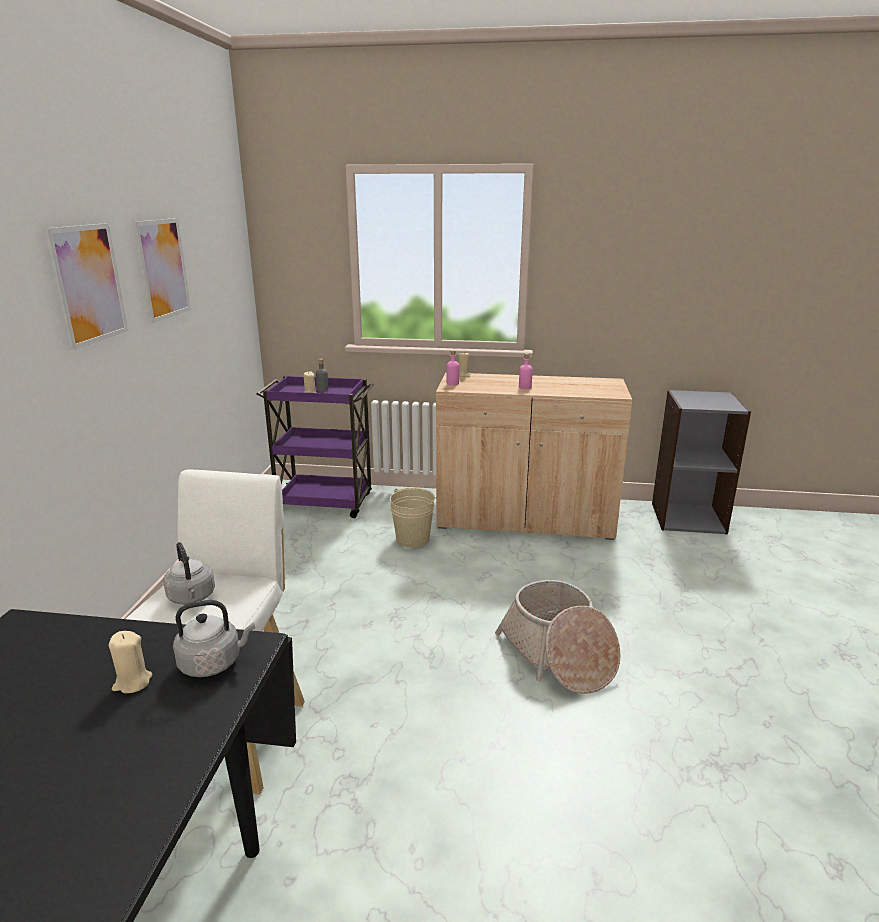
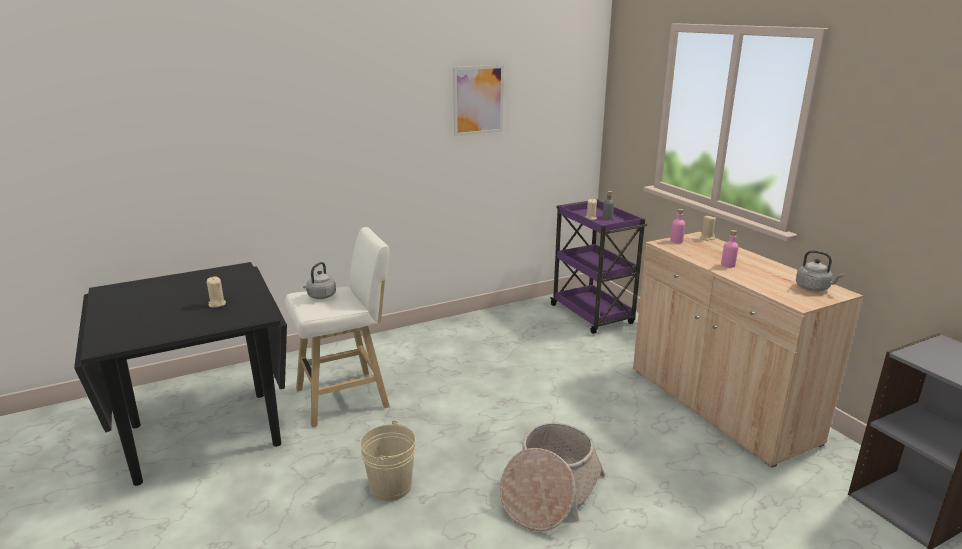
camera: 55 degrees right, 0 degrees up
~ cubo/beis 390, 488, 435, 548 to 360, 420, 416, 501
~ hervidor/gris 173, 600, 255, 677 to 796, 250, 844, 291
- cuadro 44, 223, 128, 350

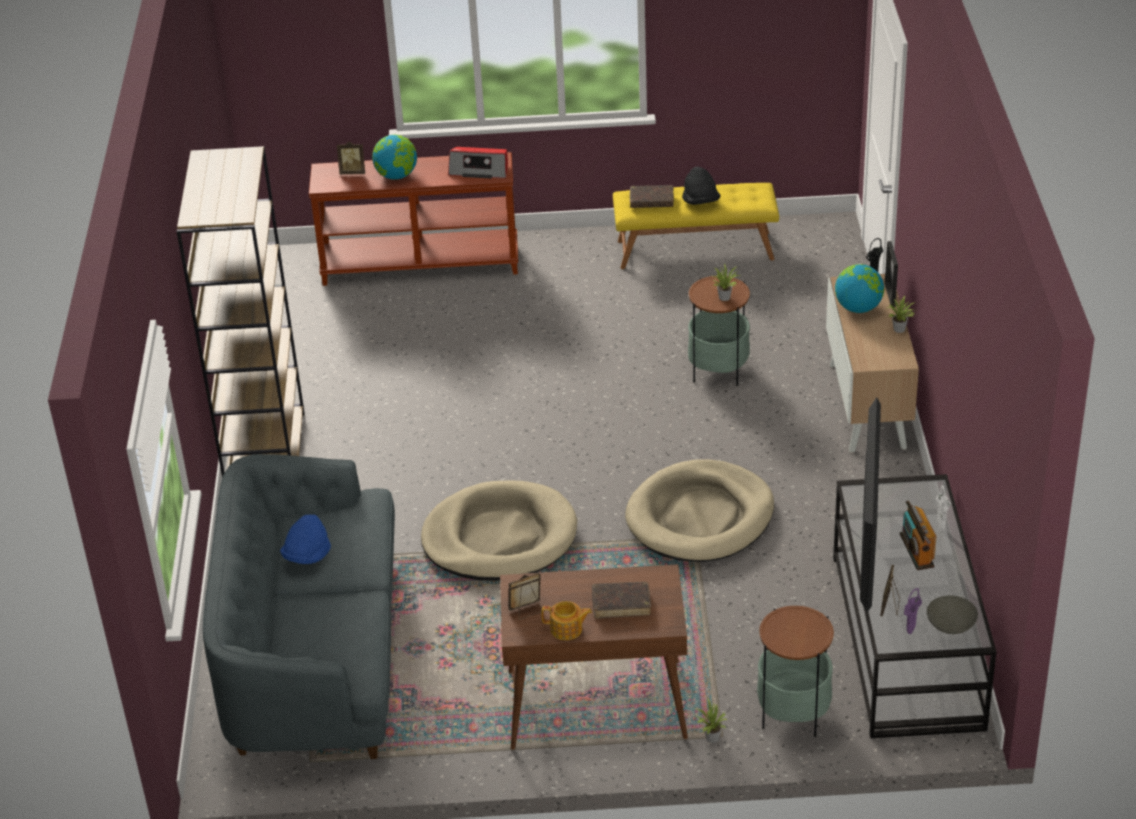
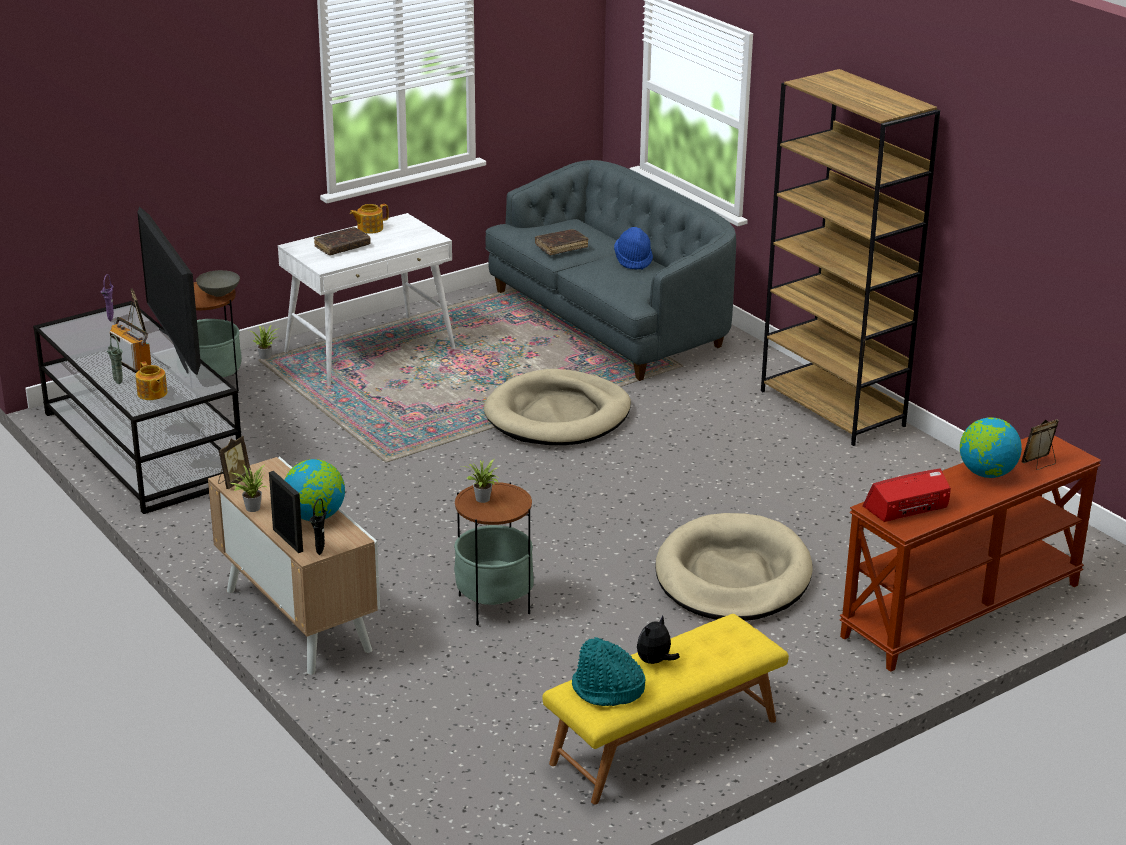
camera: 145 degrees right, 10 degrees down
~ florero/blanco 936, 485, 951, 531 to florero/verde 107, 335, 123, 384
+ tetera 135, 361, 167, 400
~ cuenco/gris 927, 595, 978, 634 to 196, 270, 240, 297
~ portarretratos 508, 573, 542, 620 to 218, 436, 251, 489
~ escritorio/marrón 500, 564, 688, 750 to escritorio/blanco 278, 213, 455, 386
~ libro/marrón 630, 185, 674, 208 to 535, 229, 588, 255
+ sombrero/turquesa 572, 637, 646, 706
~ sombrero/negro 682, 167, 721, 205 to peluche 637, 615, 680, 664
~ cama para perro/beis 625, 459, 774, 562 to 655, 513, 813, 621

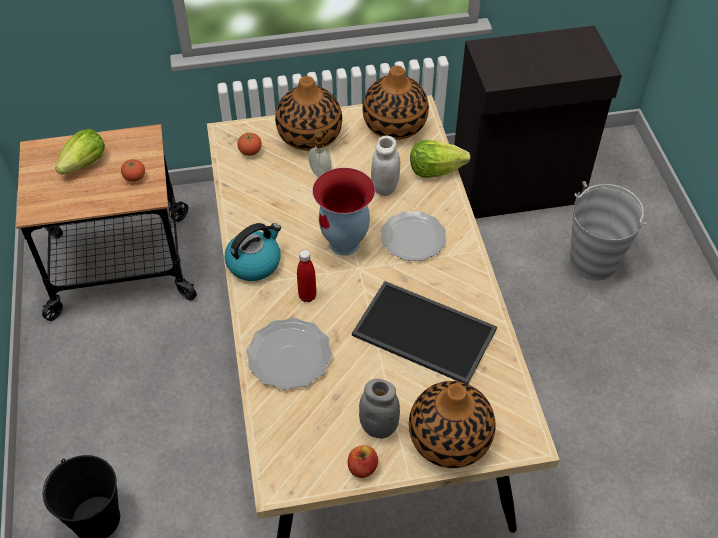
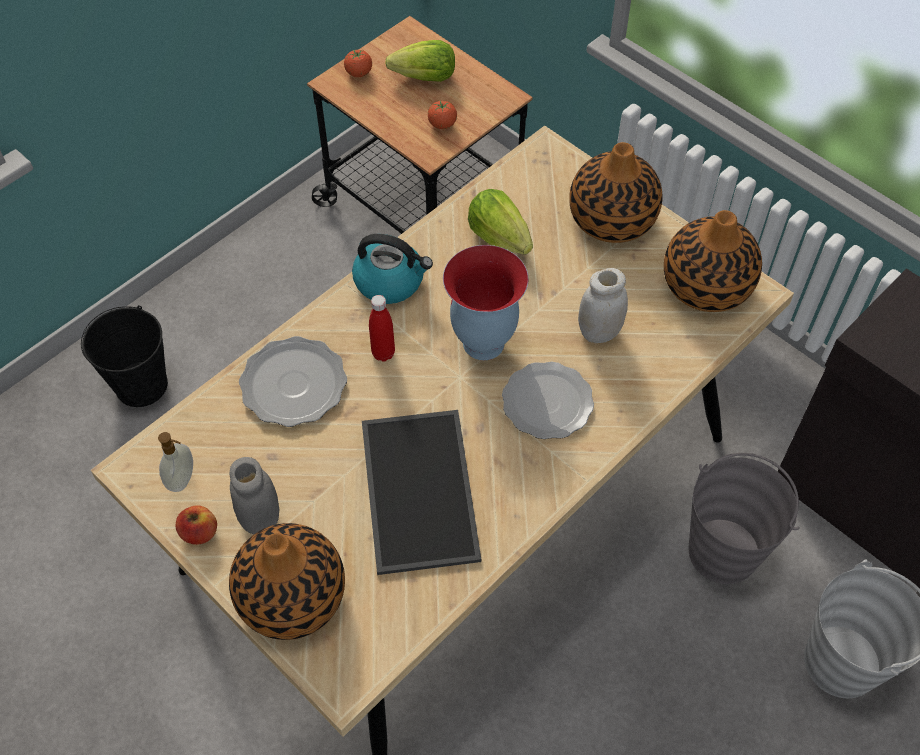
camera: 55 degrees right, 5 degrees up
~ dispensador de jabón 308, 132, 332, 177 to 158, 432, 193, 492
~ tomate 237, 133, 262, 156 to 344, 50, 372, 77
~ lechuga 410, 140, 471, 178 to 468, 189, 533, 255
+ cubo/gris 689, 453, 800, 584

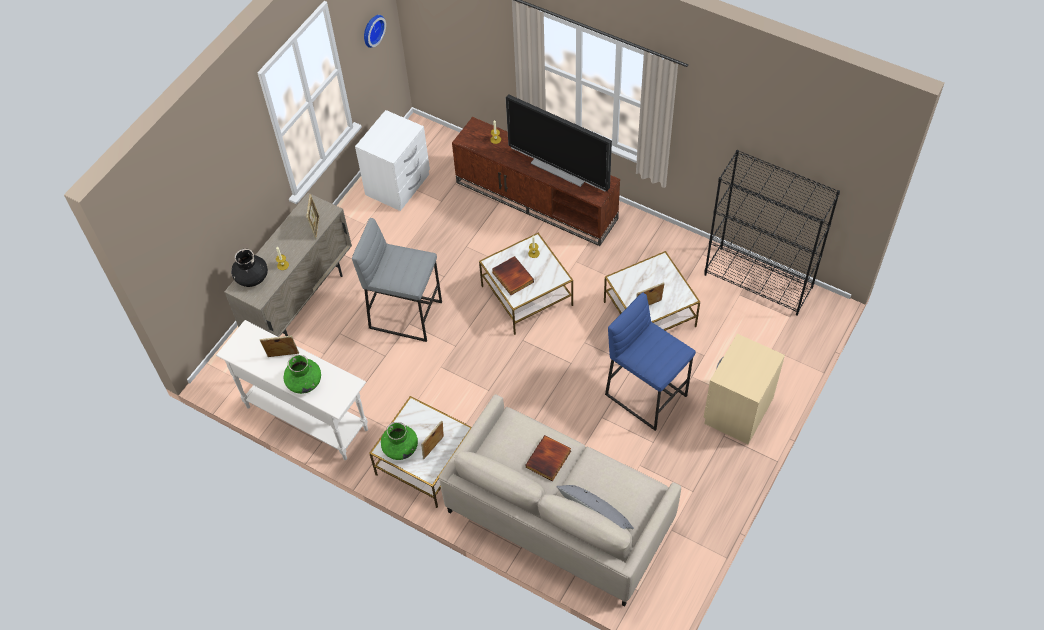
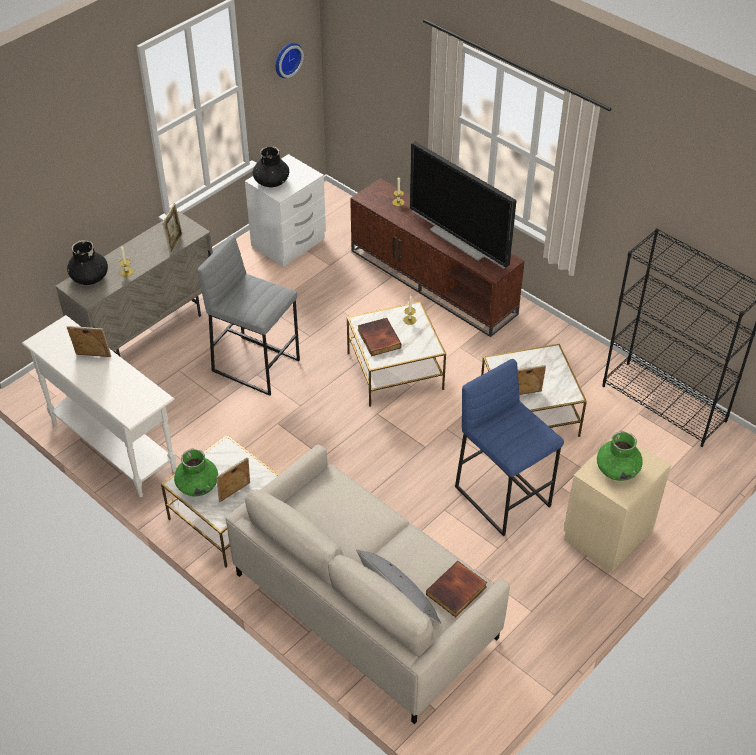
camera: 10 degrees right, 10 degrees down
+ florero/negro 253, 146, 289, 188
~ libro 526, 435, 571, 481 to 426, 561, 487, 618
~ florero/verde 284, 354, 321, 394 to 597, 431, 643, 481

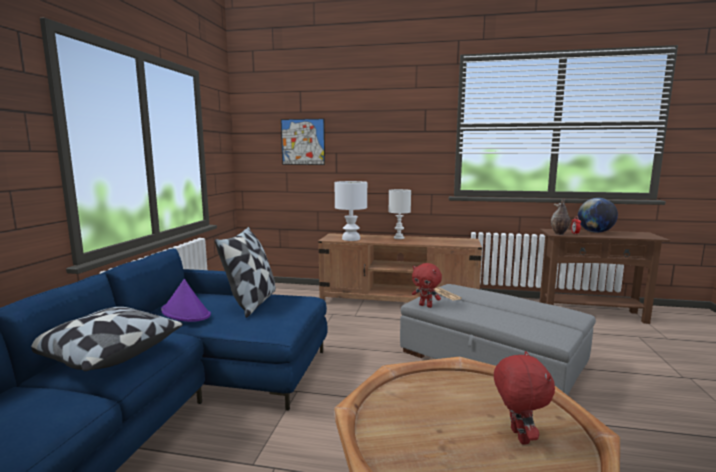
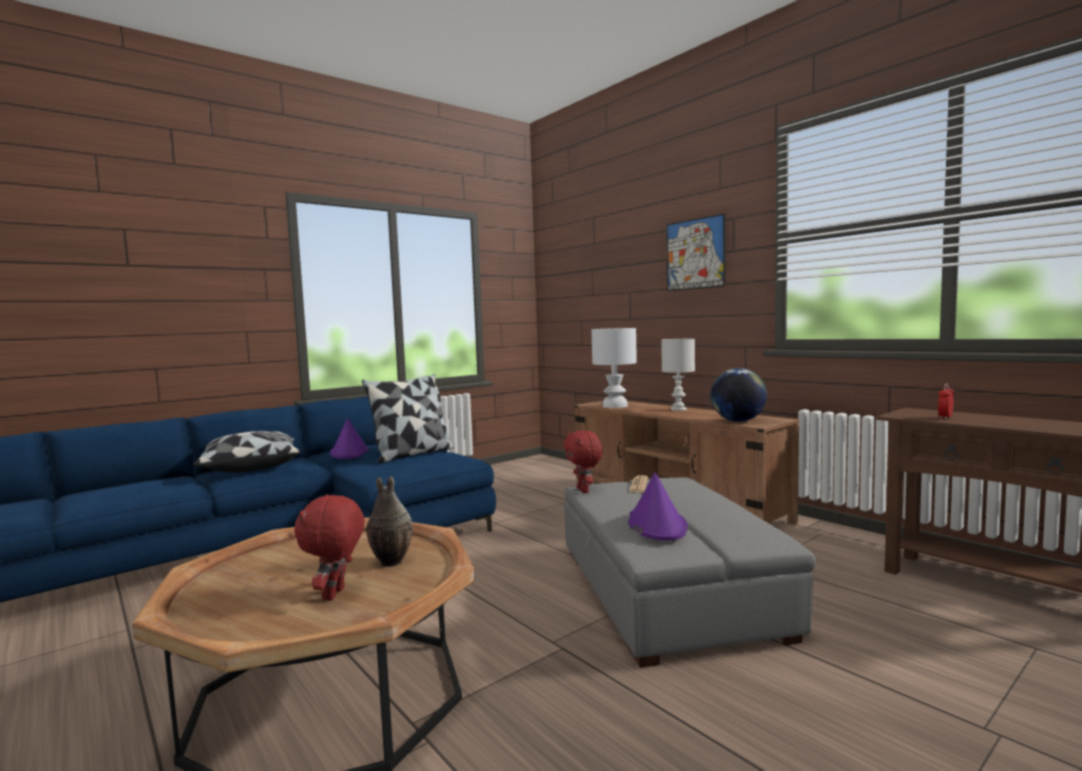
camera: 40 degrees right, 5 degrees down
~ peluche/rojo 494, 351, 555, 445 = 294, 494, 365, 601 150 degrees clockwise
~ florero 551, 199, 570, 235 to 366, 476, 413, 567
+ sombrero/morado 628, 472, 688, 541
~ cuadro 281, 119, 325, 165 to 667, 214, 725, 291
~ globo terráqueo 578, 198, 618, 233 to 710, 368, 767, 422

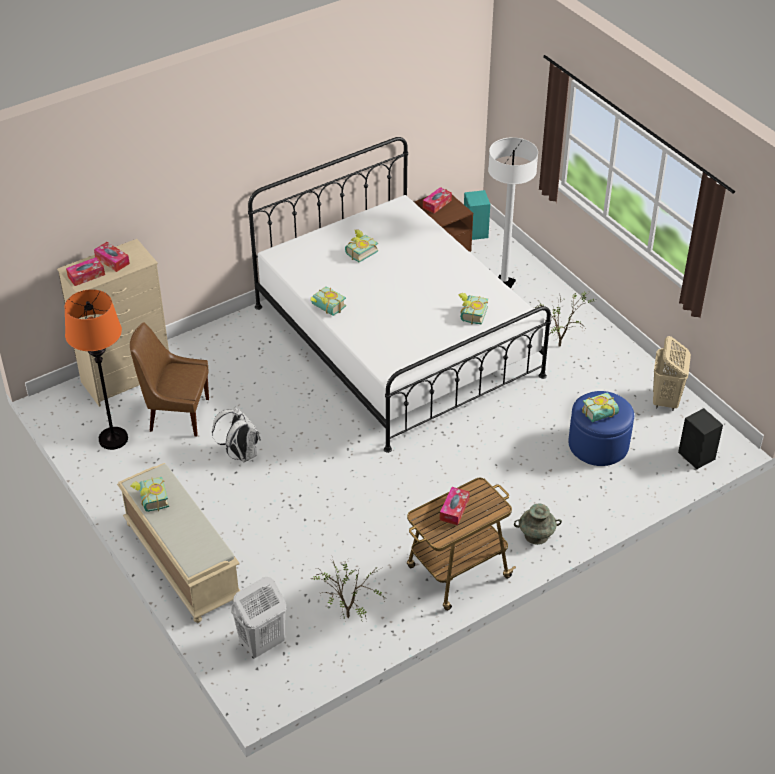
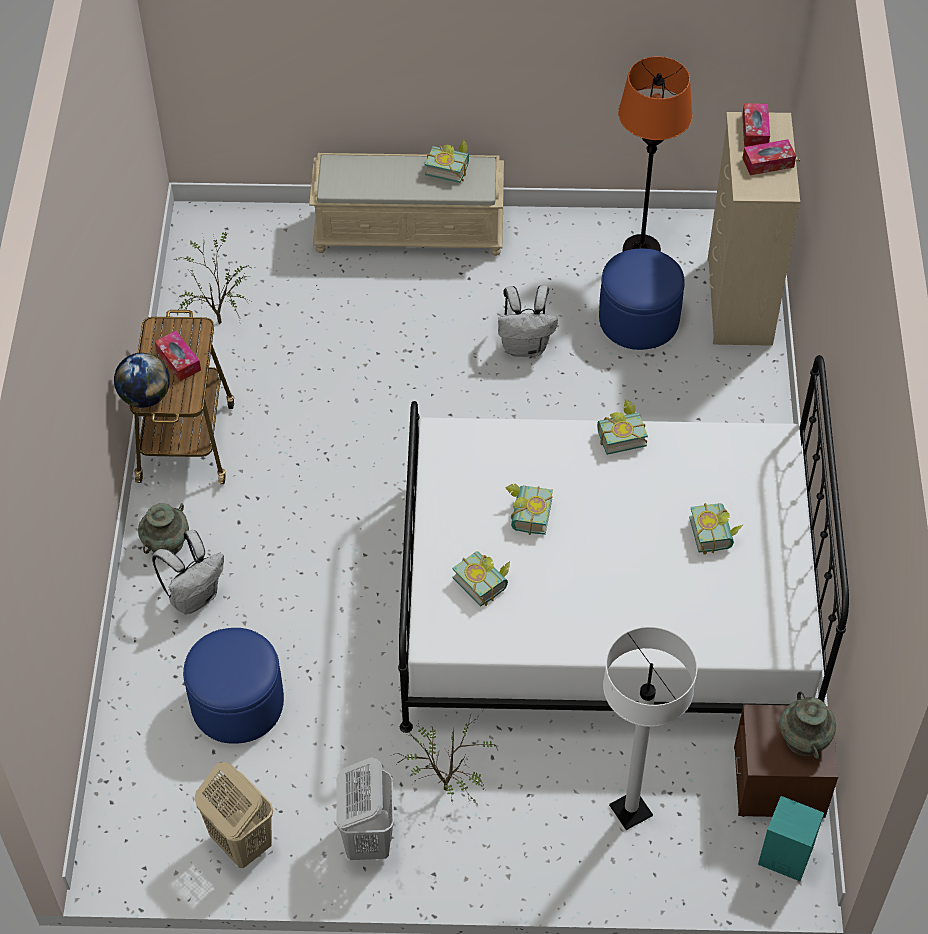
camera: 125 degrees right, 10 degrees up
+ globo terráqueo 114, 353, 170, 408
+ mochila/blanco 152, 530, 224, 614
~ cesto de la ropa/blanco 231, 577, 287, 659 to 336, 757, 394, 860
~ libro 582, 392, 619, 422 to 505, 484, 553, 535
~ silla/marrón 130, 322, 209, 437 to puf/azul 599, 249, 685, 350
~ caja de pañuelos 423, 187, 452, 213 to florero/turquesa 779, 691, 836, 759
- altavoz/negro 678, 408, 723, 469

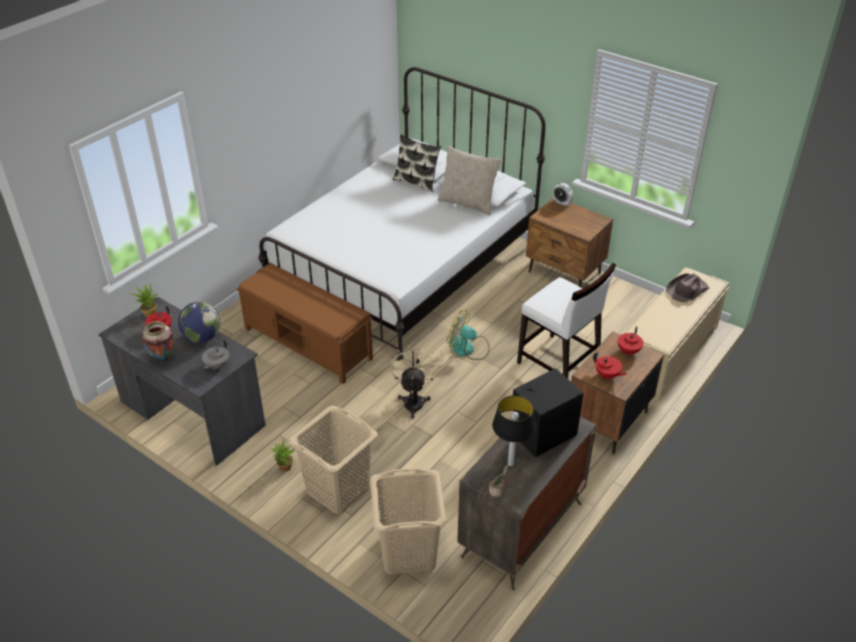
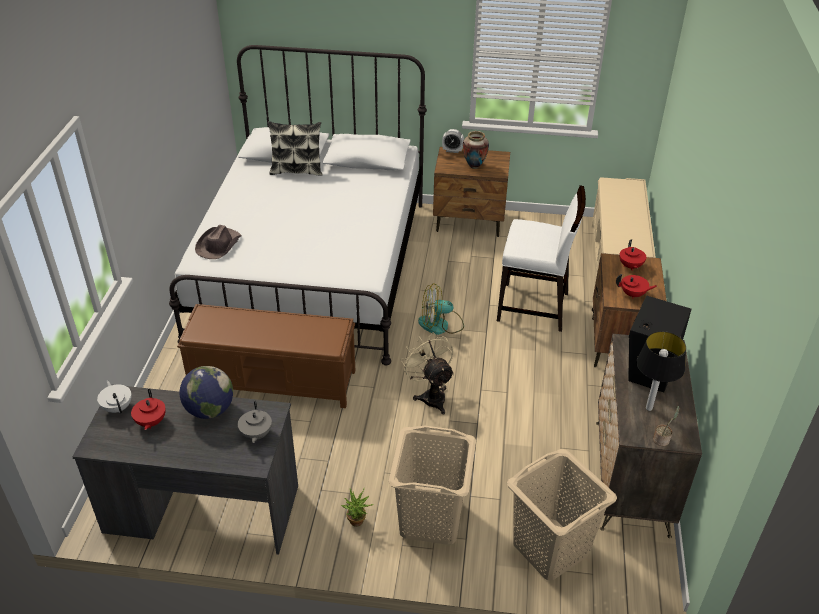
camera: 30 degrees left, 0 degrees up
~ planta en maceta 130, 284, 158, 318 to tetera/blanco 97, 380, 132, 414
~ sombrero/marrón 666, 273, 710, 302 to 195, 225, 242, 259
~ florero 141, 321, 173, 362 to 463, 131, 489, 169
- cojín/beis 438, 146, 502, 215

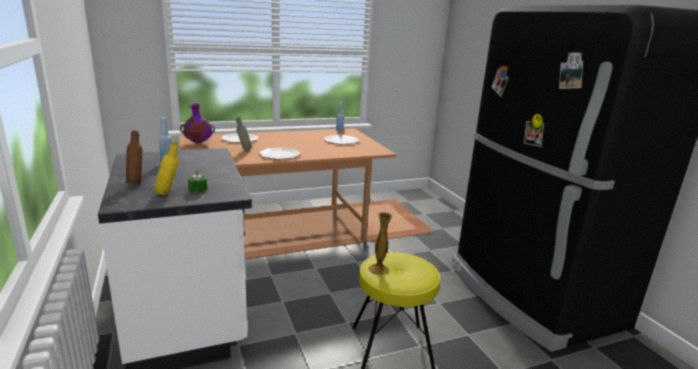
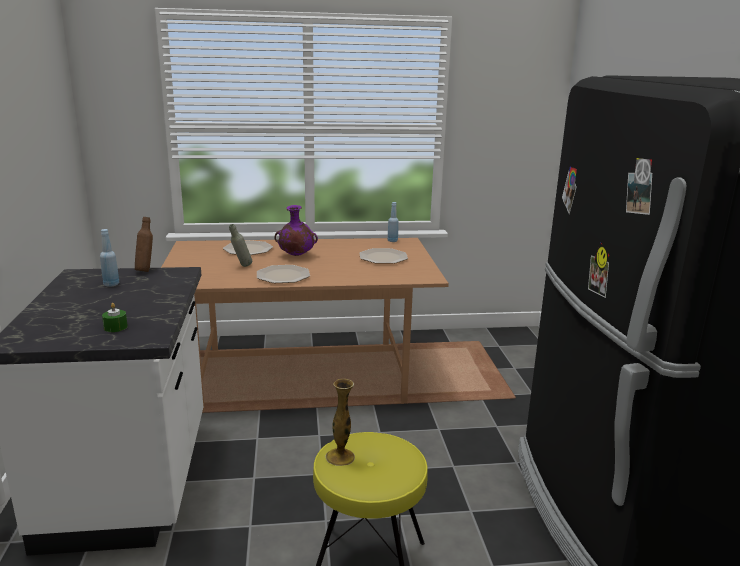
camera: 15 degrees right, 0 degrees up
~ botella/marrón 126, 130, 143, 184 to 135, 217, 153, 272
~ florero/morado 180, 103, 215, 143 to 274, 205, 318, 256
- botella/amarillo 154, 142, 179, 195

